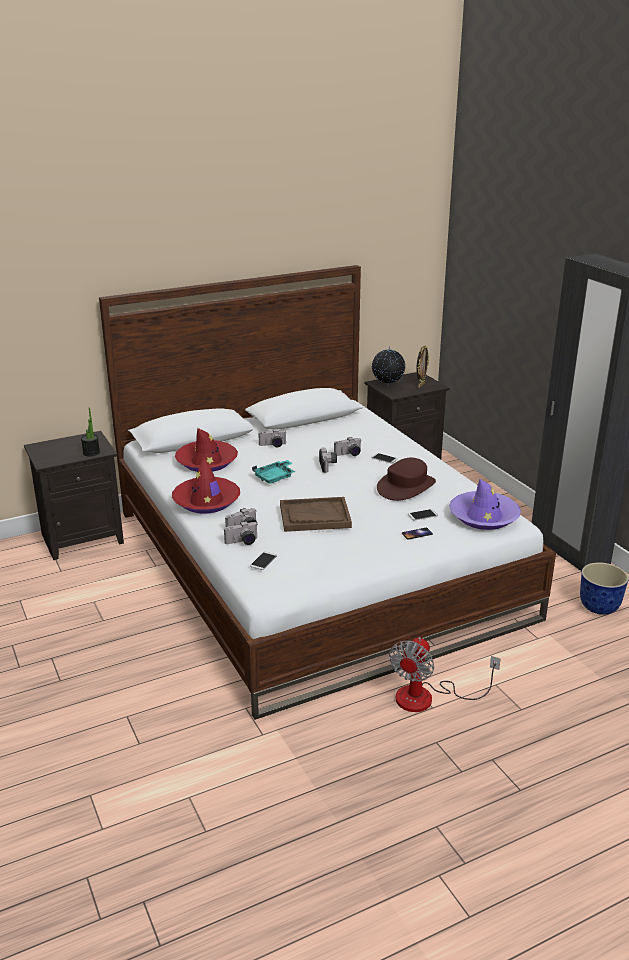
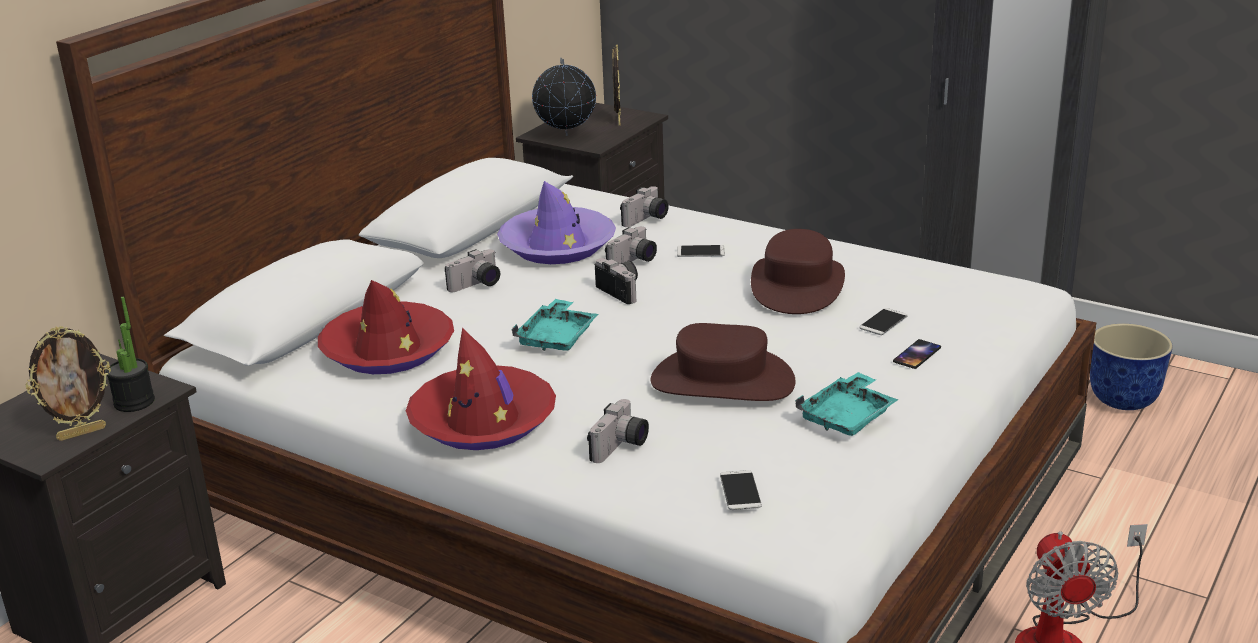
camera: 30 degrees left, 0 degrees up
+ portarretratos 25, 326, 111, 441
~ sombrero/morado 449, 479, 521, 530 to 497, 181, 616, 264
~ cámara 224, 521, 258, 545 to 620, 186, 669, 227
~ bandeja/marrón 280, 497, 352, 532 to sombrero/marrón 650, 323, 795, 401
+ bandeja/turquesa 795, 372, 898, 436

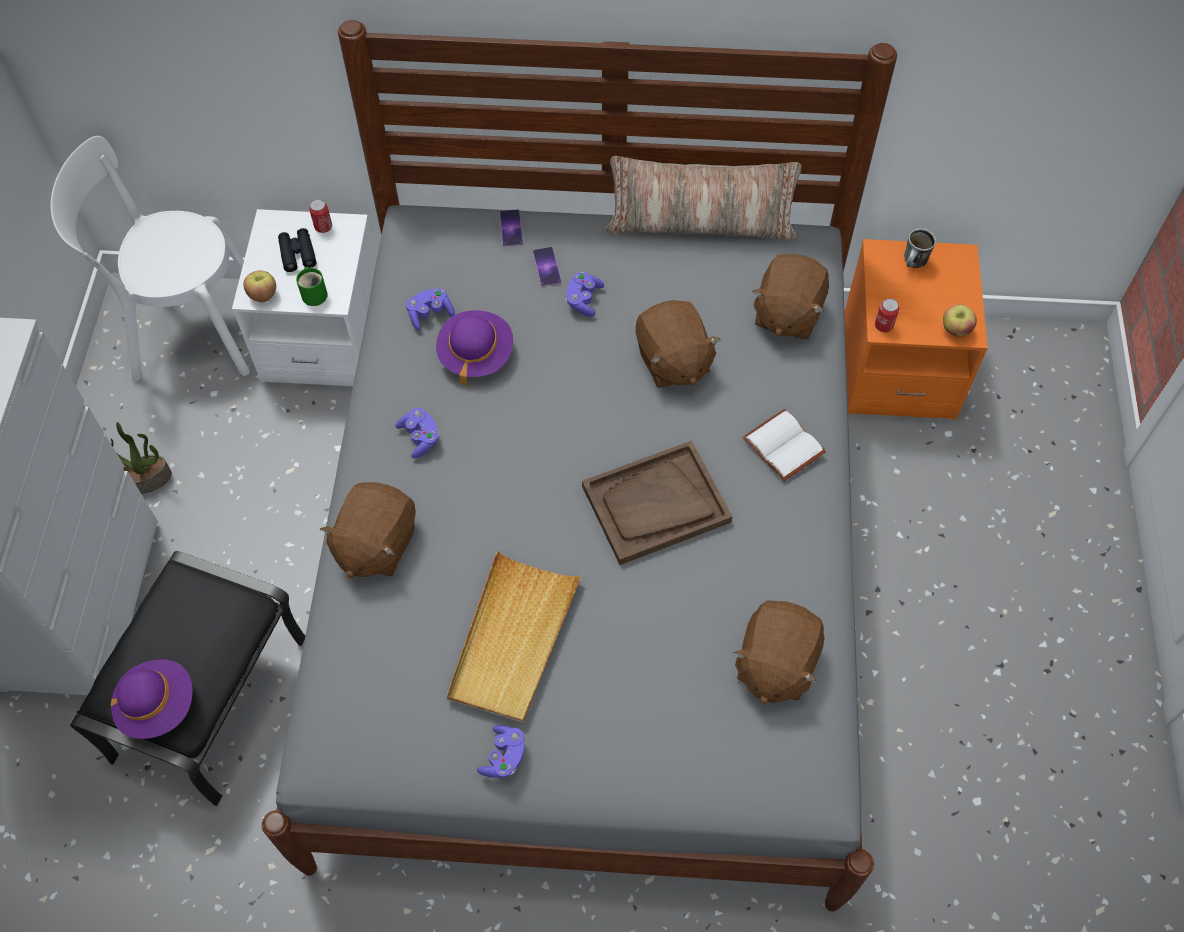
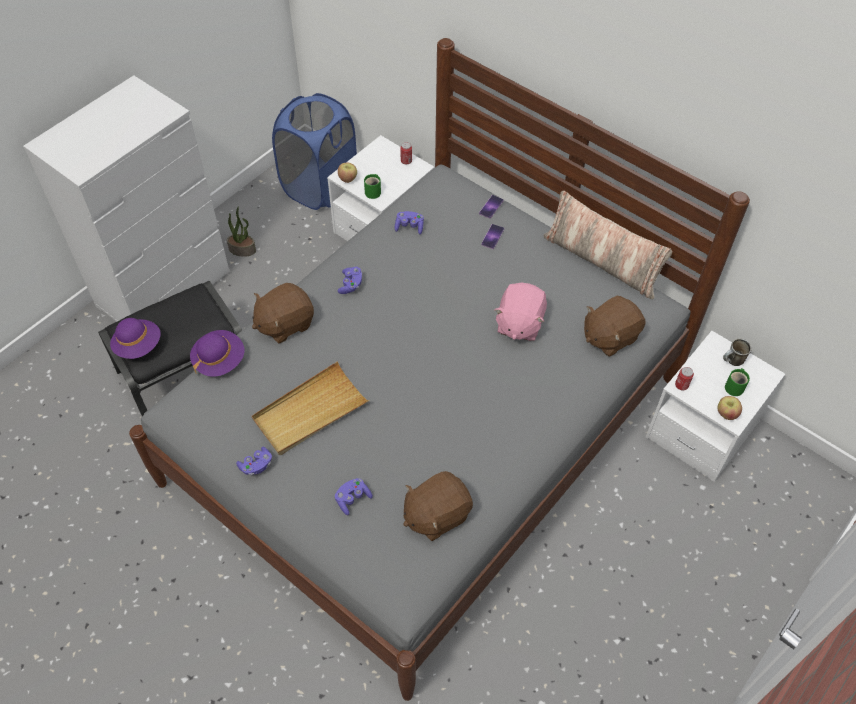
camera: 35 degrees right, 5 degrees down
~ sombrero/morado 436, 310, 513, 386 to 190, 330, 244, 377
~ silla/blanco 51, 136, 250, 382 to cesto de la ropa/azul 272, 93, 357, 210
~ mando de consola/morado 566, 271, 604, 317 to 335, 478, 373, 515
~ peluche/marrón 635, 300, 721, 388 to peluche/rosa 495, 283, 547, 341
~ mesita de noche/naranja 844, 239, 988, 420 to mesita de noche/blanco 646, 331, 785, 482
+ taza grande/verde 725, 368, 750, 396
- prismáticos/negro 278, 228, 316, 272
- bandeja/marrón 582, 441, 733, 565
- libro/blanco 743, 409, 826, 481

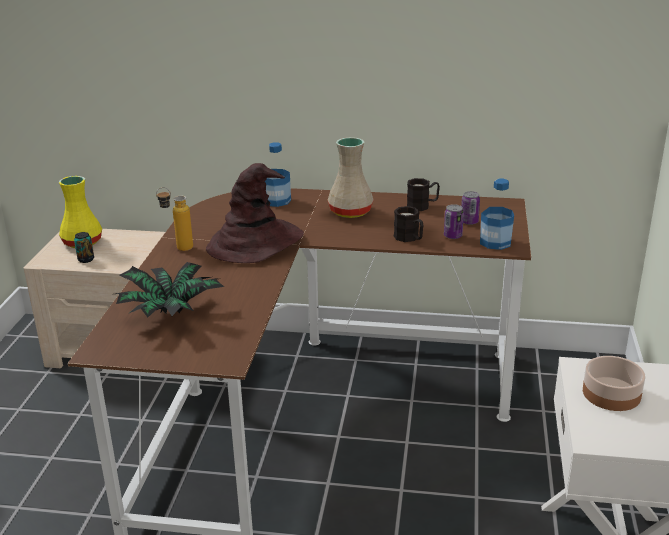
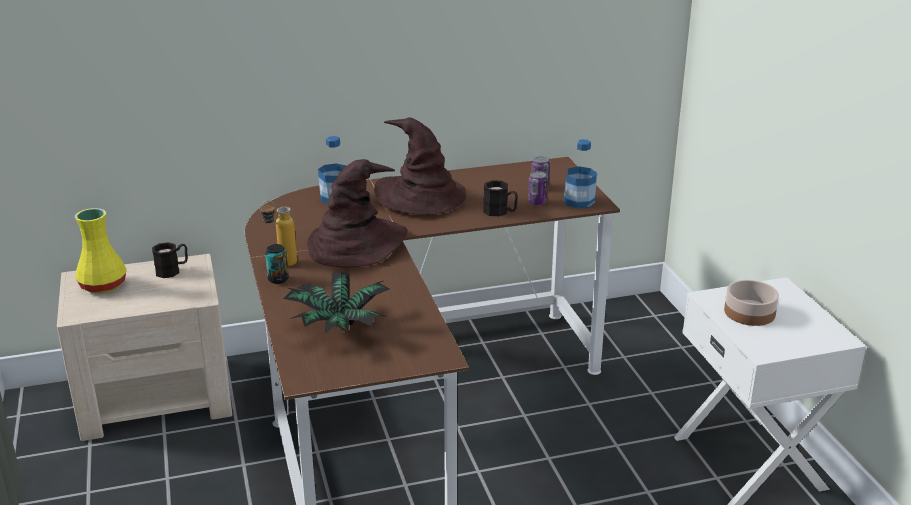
camera: 25 degrees left, 0 degrees up
~ taza grande/negro 407, 178, 440, 211 to 152, 242, 188, 278
~ lata 74, 232, 94, 263 to 265, 244, 289, 284
~ florero/beis 328, 137, 374, 218 to sombrero/marrón 374, 118, 466, 215

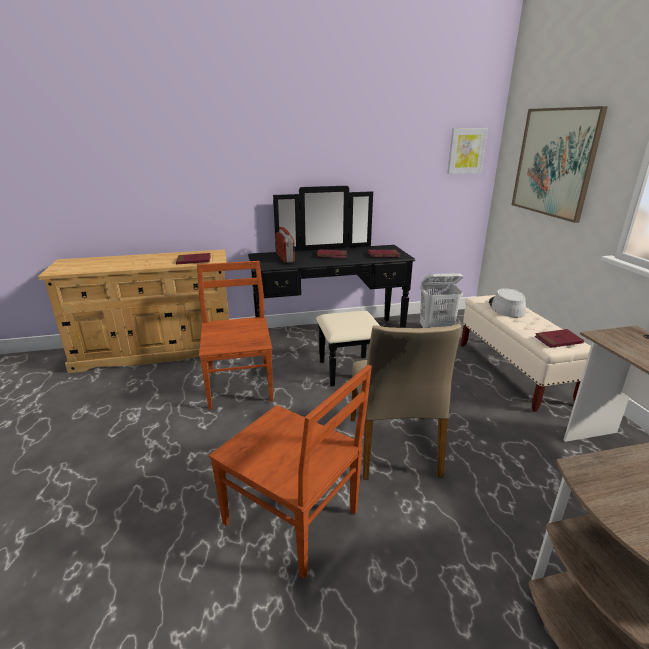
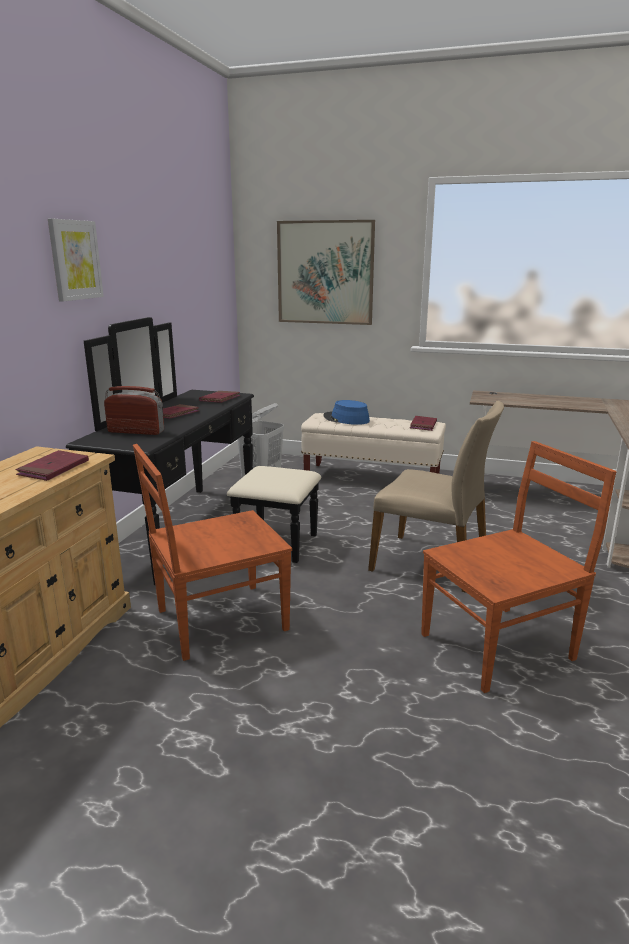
camera: 60 degrees left, 5 degrees down
~ cuadro 447, 128, 488, 174 to 48, 218, 104, 301
~ silla/marrón 197, 261, 273, 409 = 133, 444, 292, 661 45 degrees counterclockwise
~ sombrero/gris 489, 288, 526, 317 to sombrero/azul 324, 400, 370, 425

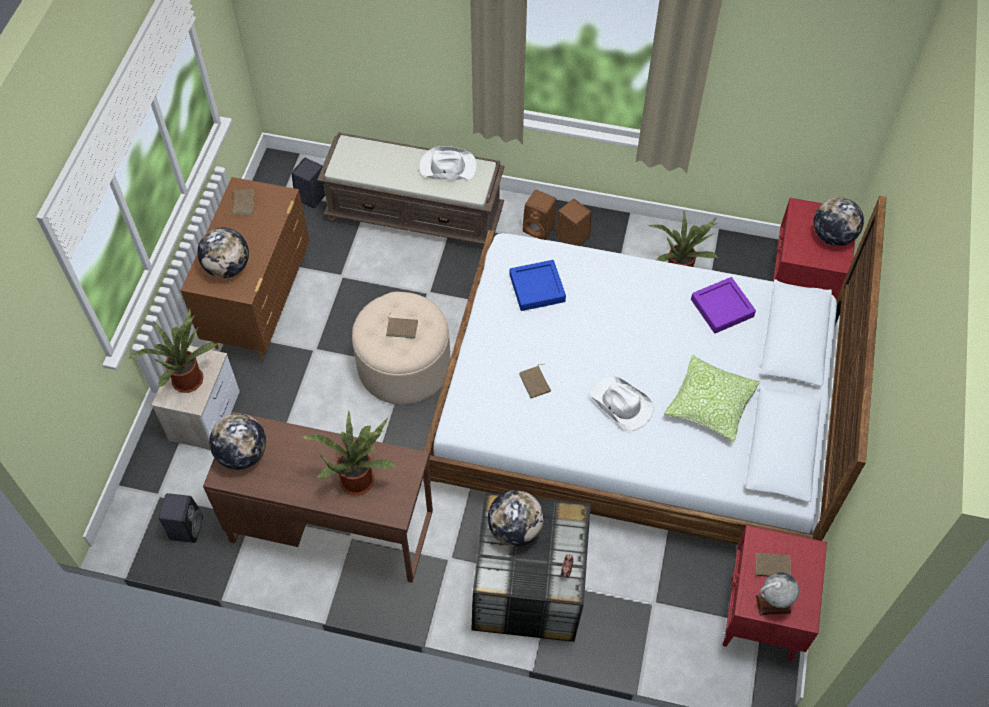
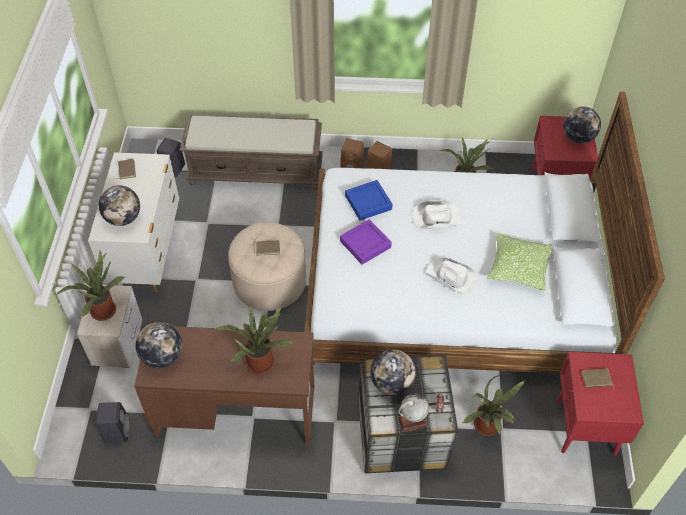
camera: 10 degrees left, 5 degrees down
~ cómoda/marrón 180, 177, 310, 358 to cómoda/blanco 88, 152, 179, 292
~ bandeja/morado 691, 277, 756, 333 to 340, 219, 392, 265
~ globo terráqueo 756, 572, 799, 616 to 398, 393, 429, 432
~ sombrero/blanco 419, 146, 476, 180 to 412, 200, 462, 229
+ planta en maceta 463, 374, 525, 436
- libro/marrón 519, 364, 551, 398

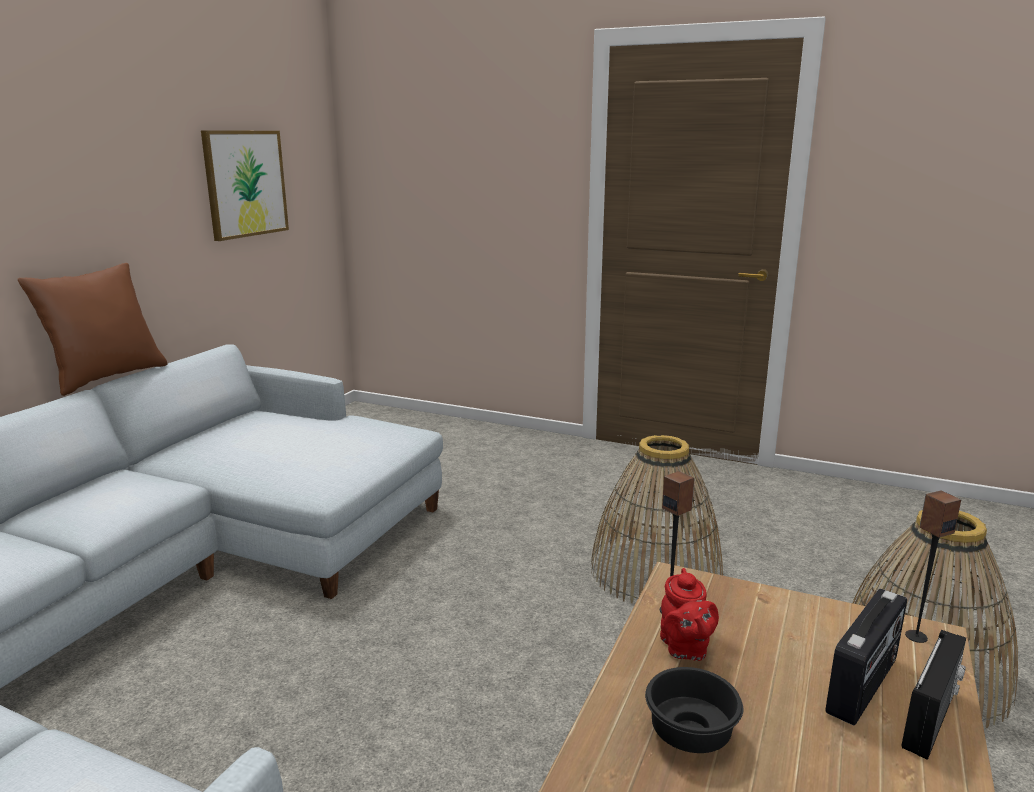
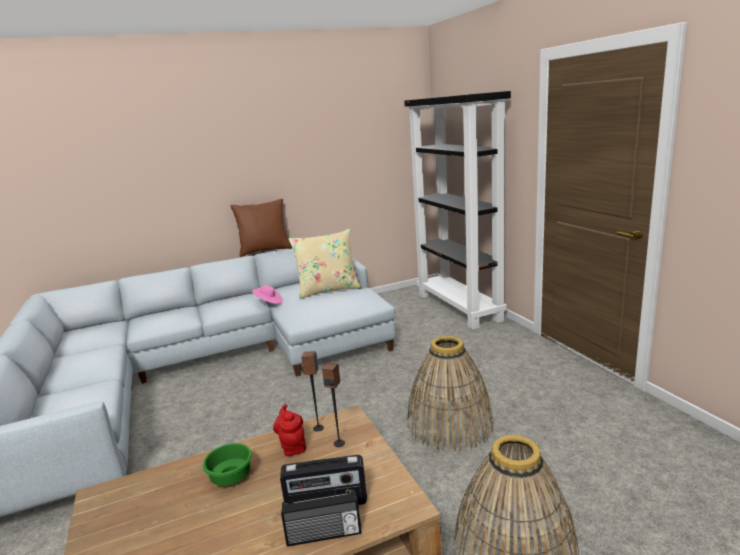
camera: 45 degrees right, 0 degrees up
~ cuenco/negro 645, 667, 743, 753 to cuenco/verde 203, 443, 252, 486
+ sombrero/rosa 252, 285, 283, 304
~ tetera/rojo 660, 568, 719, 661 = 273, 404, 306, 456 120 degrees clockwise
+ cojín/beis 289, 229, 361, 299
~ altavoz 905, 490, 961, 643 to 322, 362, 345, 447
+ estantería/negro 404, 91, 511, 329
- cuadro 201, 130, 289, 241

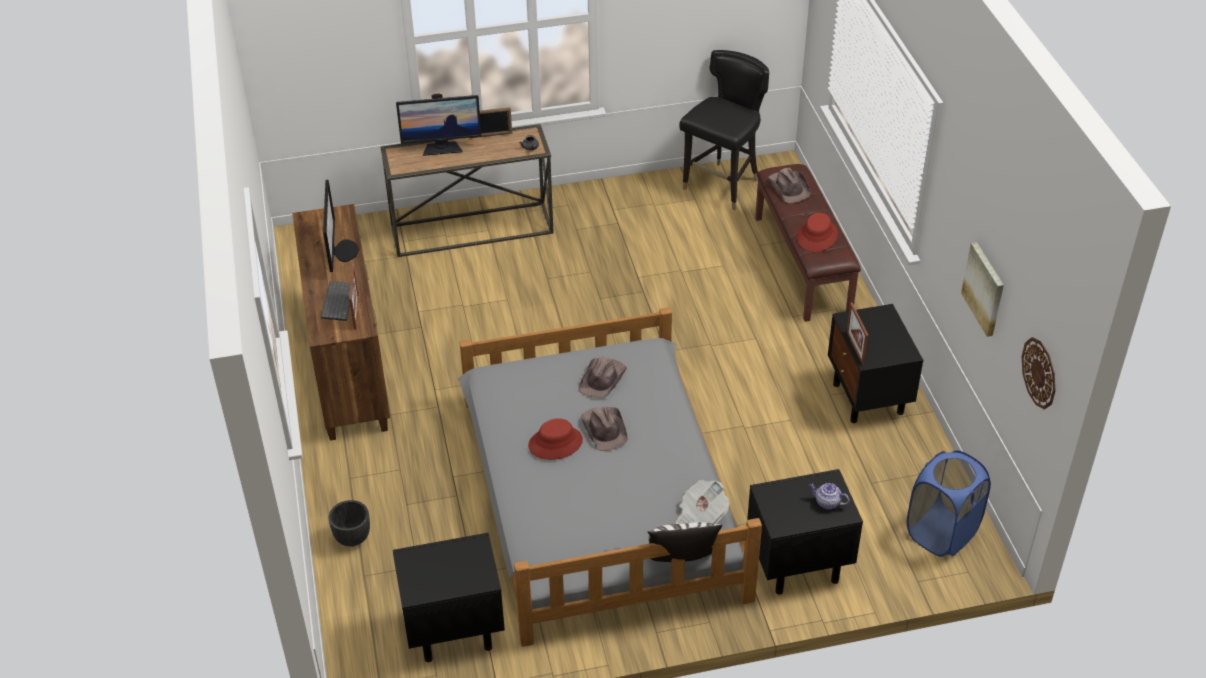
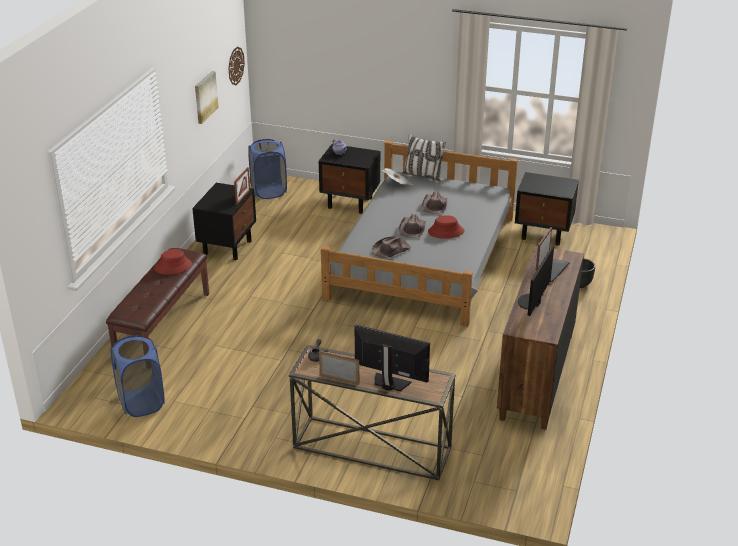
camera: 150 degrees left, 10 degrees down
~ silla/negro 679, 50, 769, 211 to cesto de la ropa/azul 110, 335, 165, 417
~ sombrero/marrón 768, 168, 811, 203 to 422, 191, 448, 214

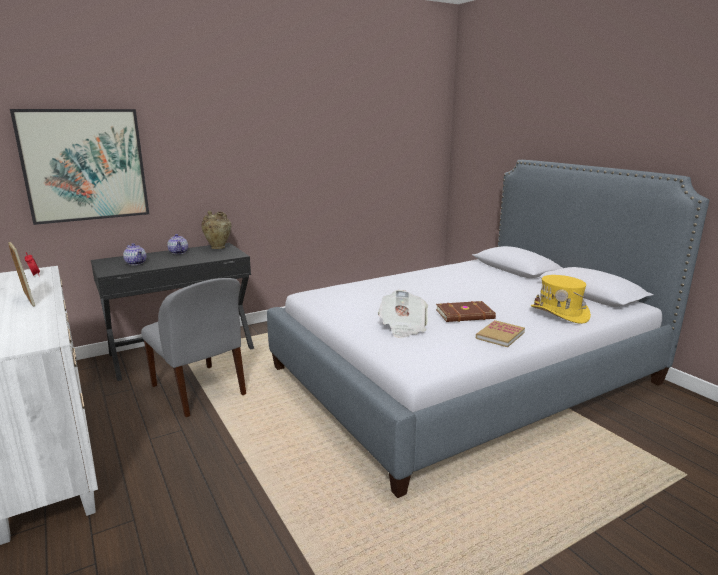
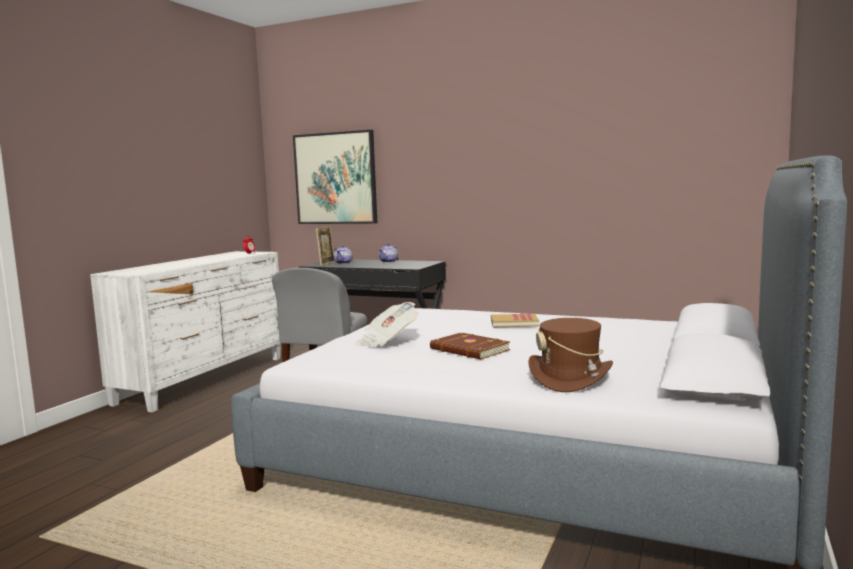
camera: 55 degrees right, 10 degrees down
~ portarretratos 8, 242, 36, 306 to 316, 227, 335, 266
~ libro 476, 320, 525, 347 to 491, 313, 539, 328
~ sombrero/amarillo 531, 275, 591, 324 to sombrero/marrón 528, 318, 613, 392
- florero/beis 201, 211, 231, 249

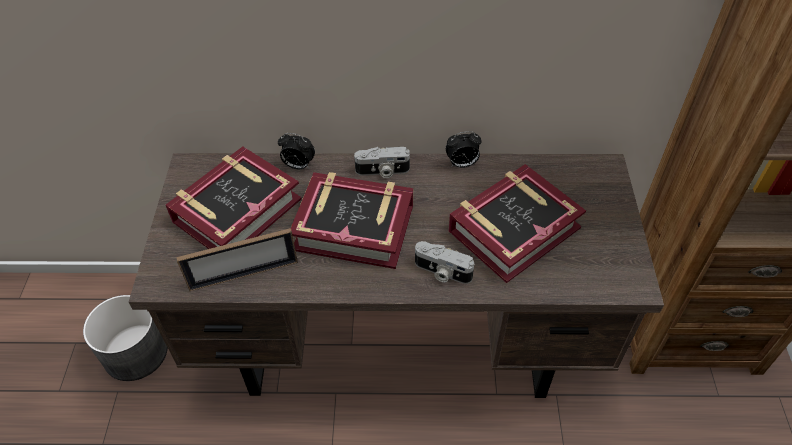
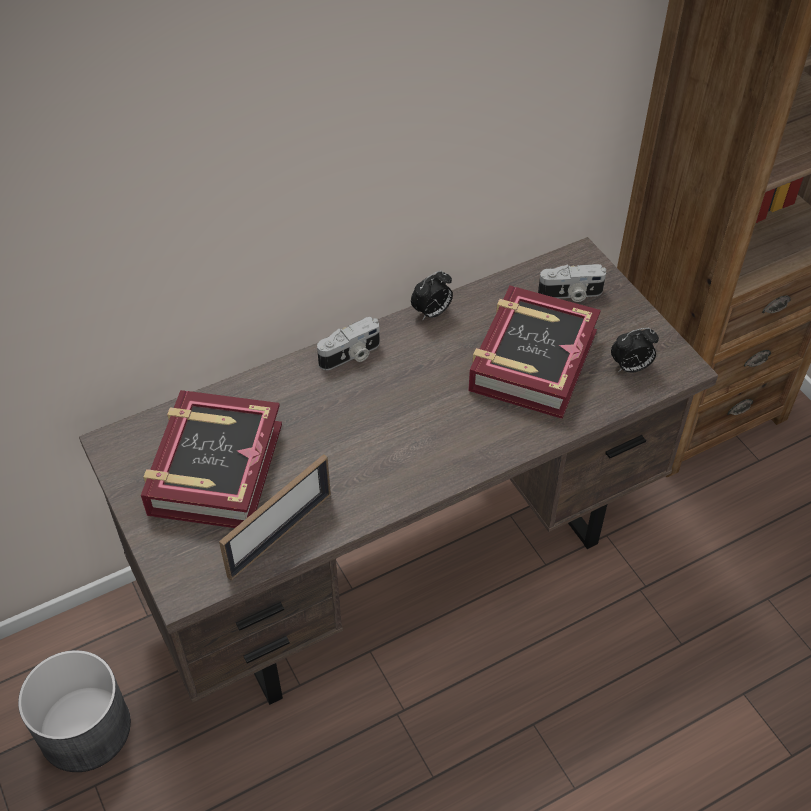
camera: 30 degrees left, 0 degrees up
~ cámara 415, 241, 474, 284 to 538, 264, 606, 302
~ despertador 278, 133, 315, 169 to 611, 328, 659, 373
- libro 291, 172, 413, 269

